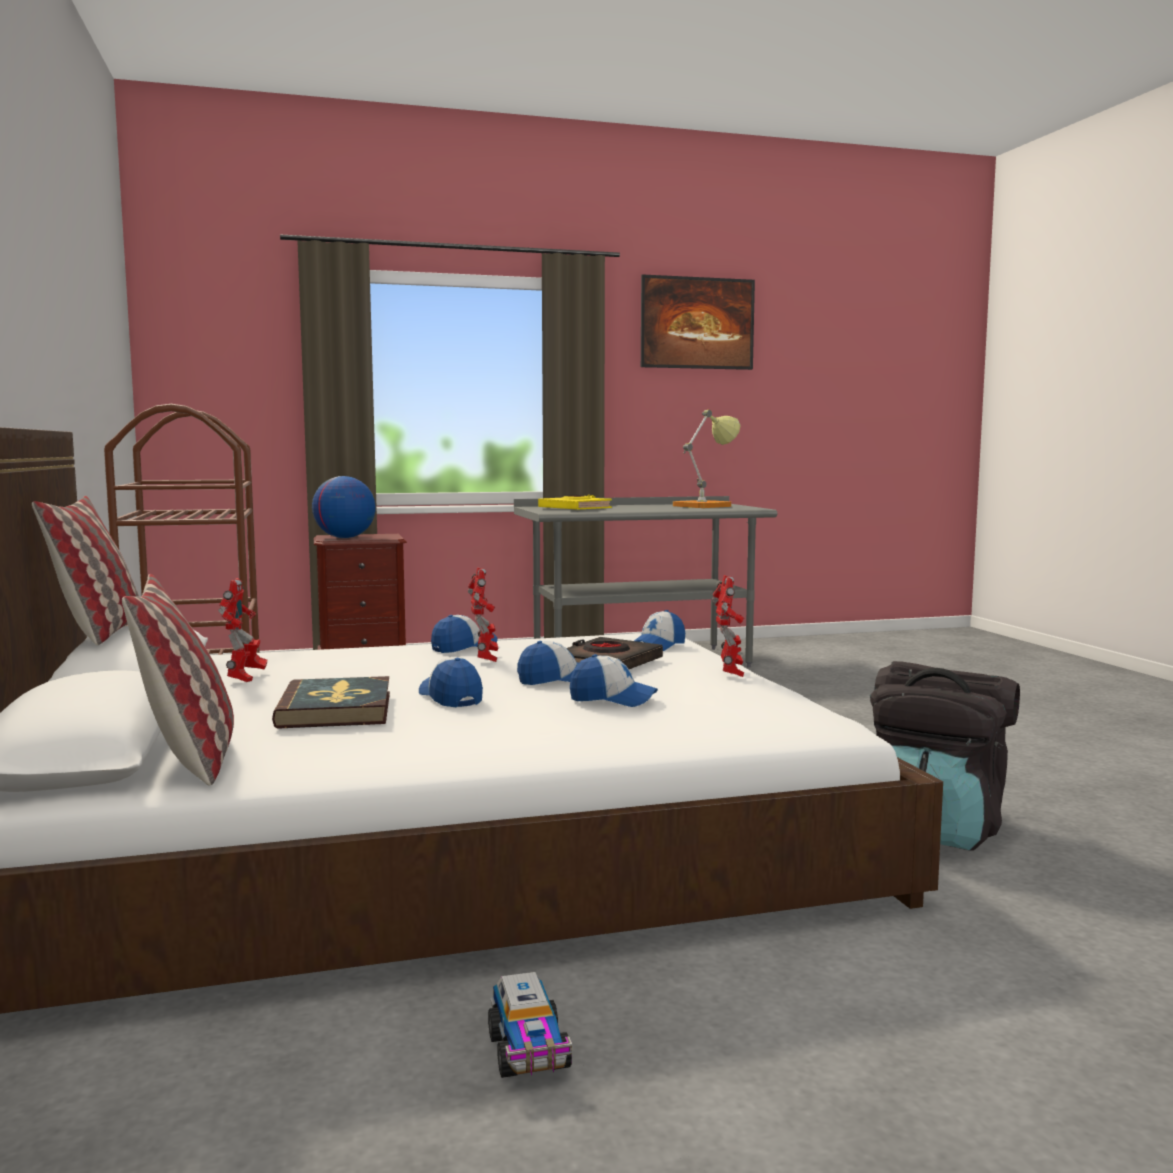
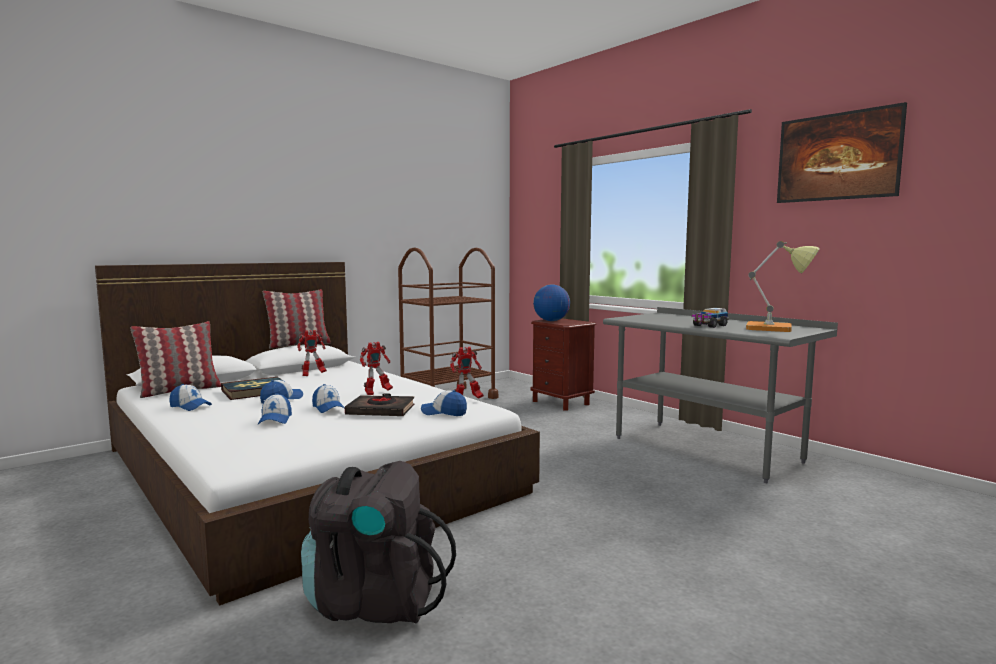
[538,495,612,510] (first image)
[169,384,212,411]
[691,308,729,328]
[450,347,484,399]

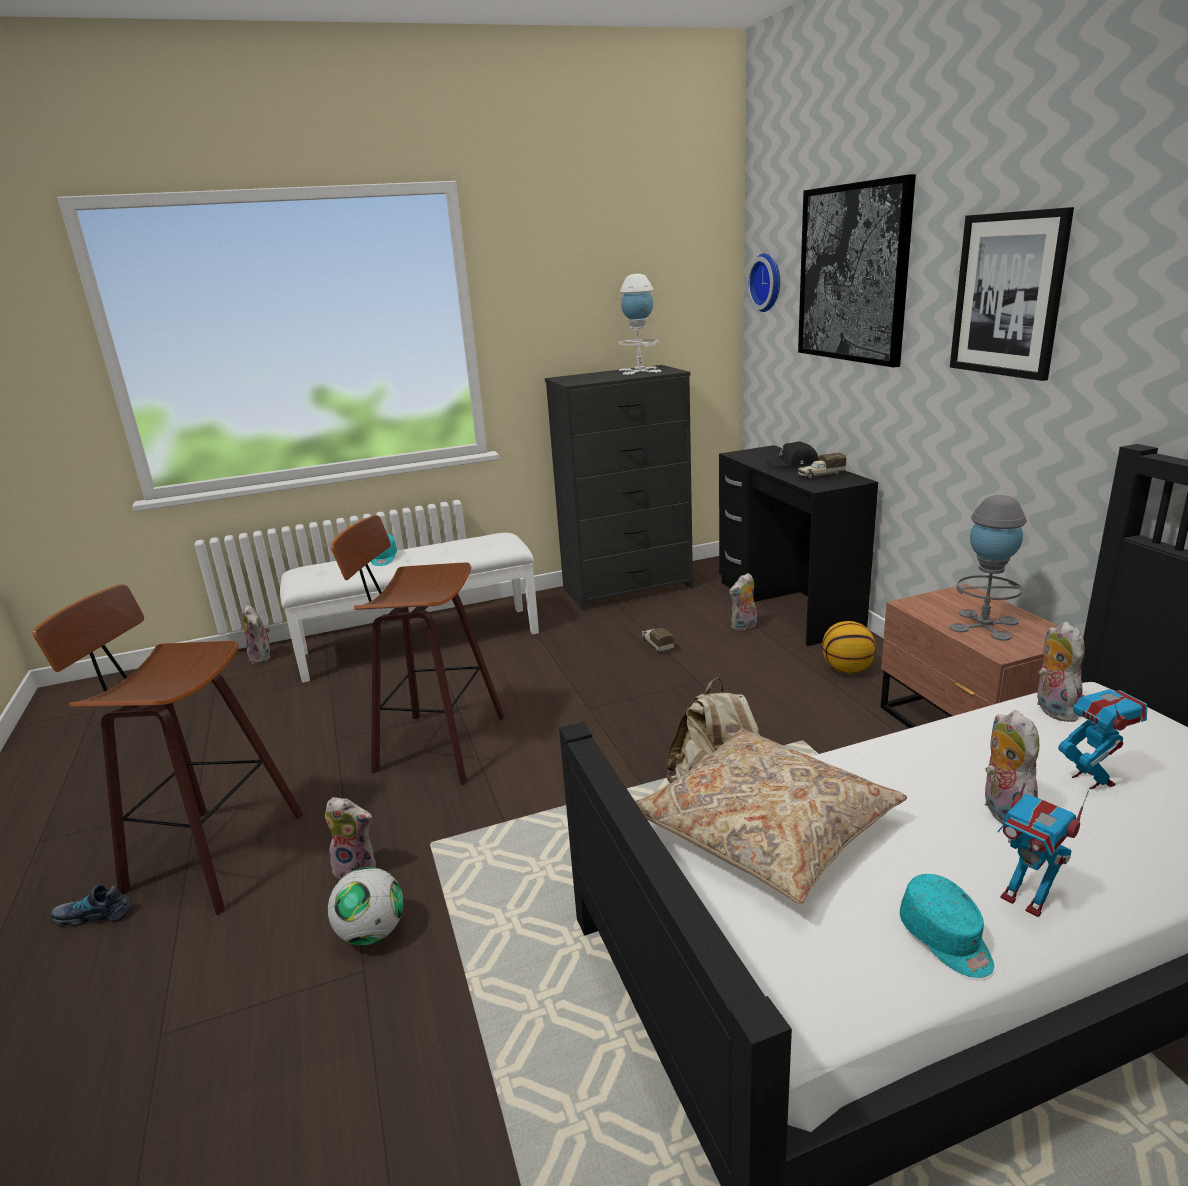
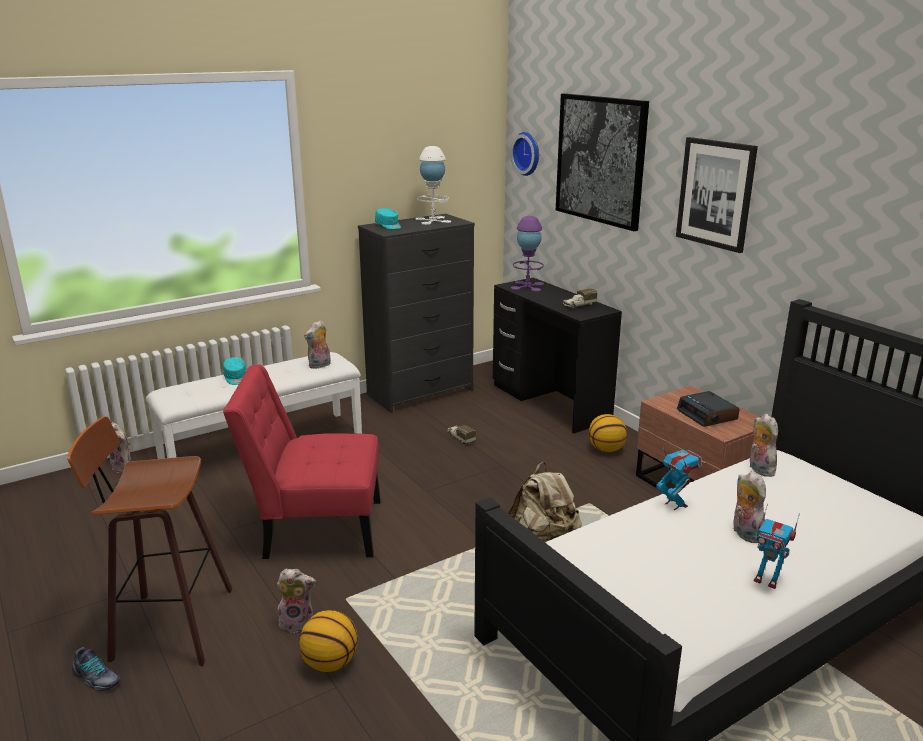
[635,729,907,904] (first image)
[766,441,818,468] (first image)
[511,216,544,291]
[304,320,331,369]
[375,208,401,229]
[656,445,702,510]
[299,610,358,672]
[223,364,381,559]
[677,391,740,427]
[72,647,121,691]

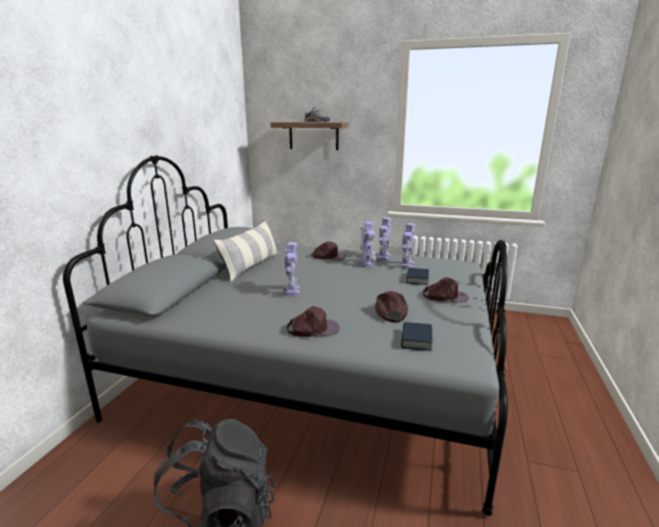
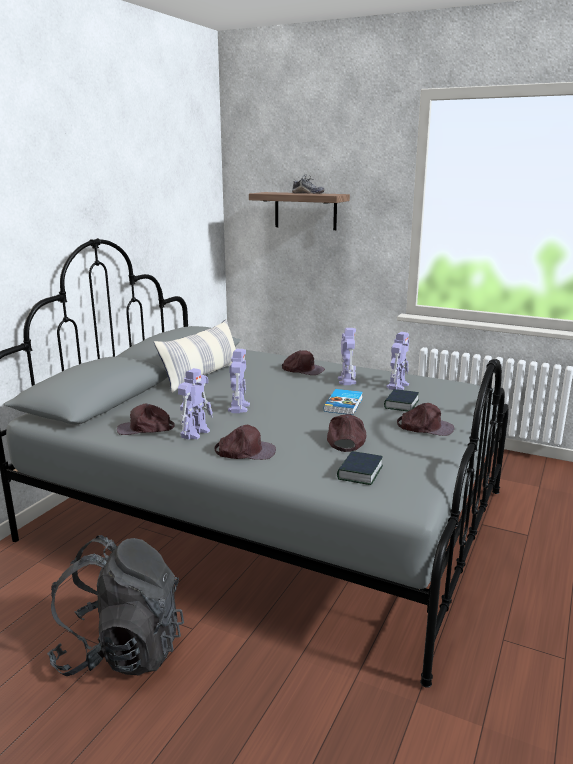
[117,403,175,435]
[324,389,363,415]
[178,368,213,439]

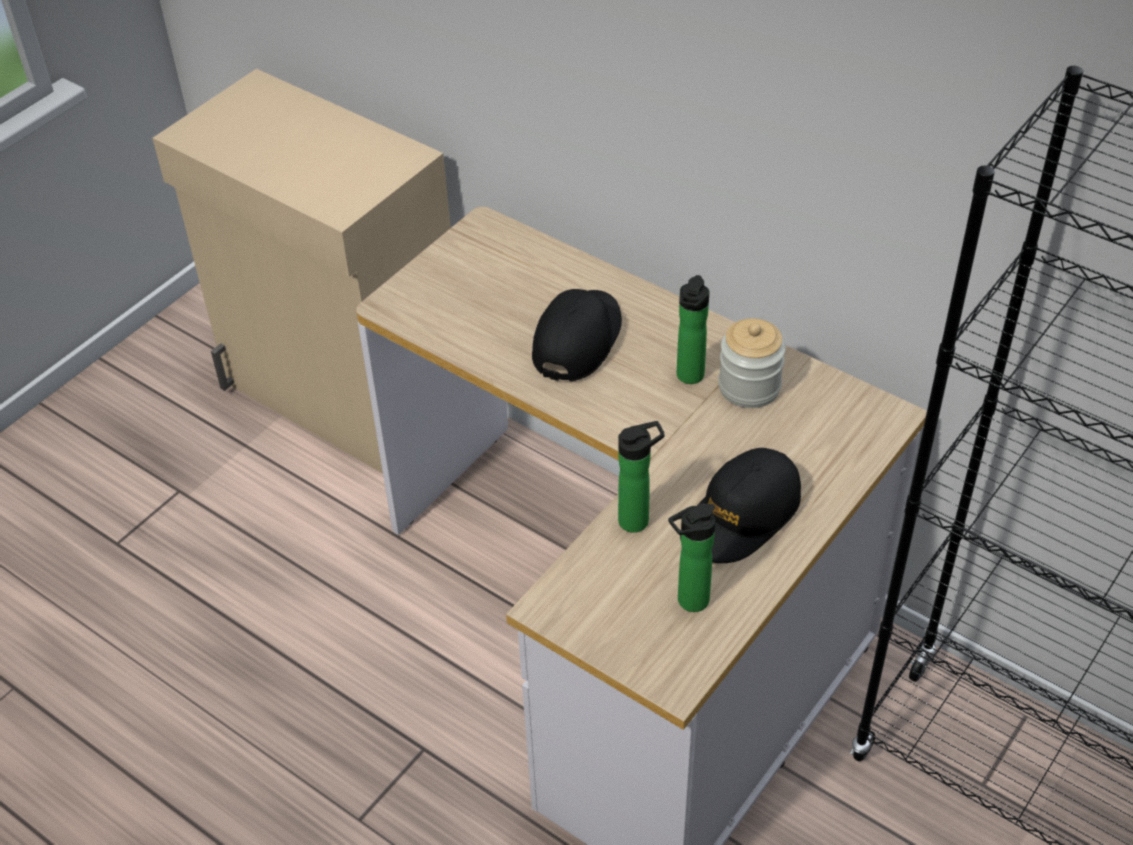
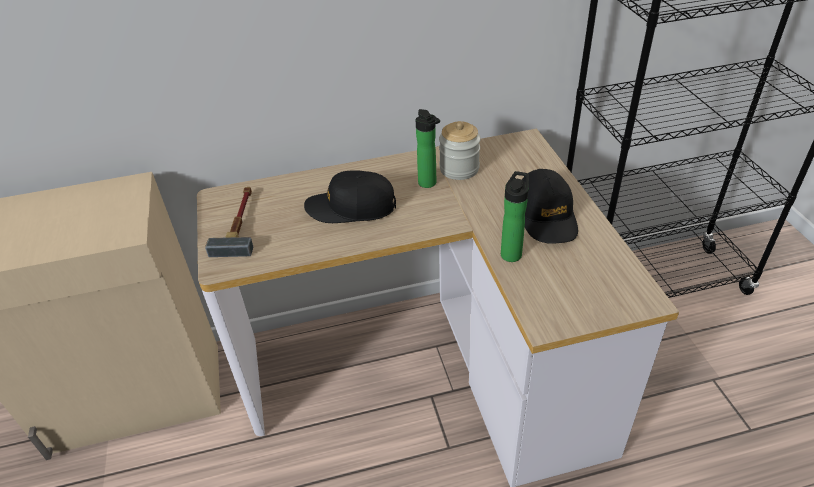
[668,503,716,612] (first image)
[205,187,253,257]
[304,171,396,223]

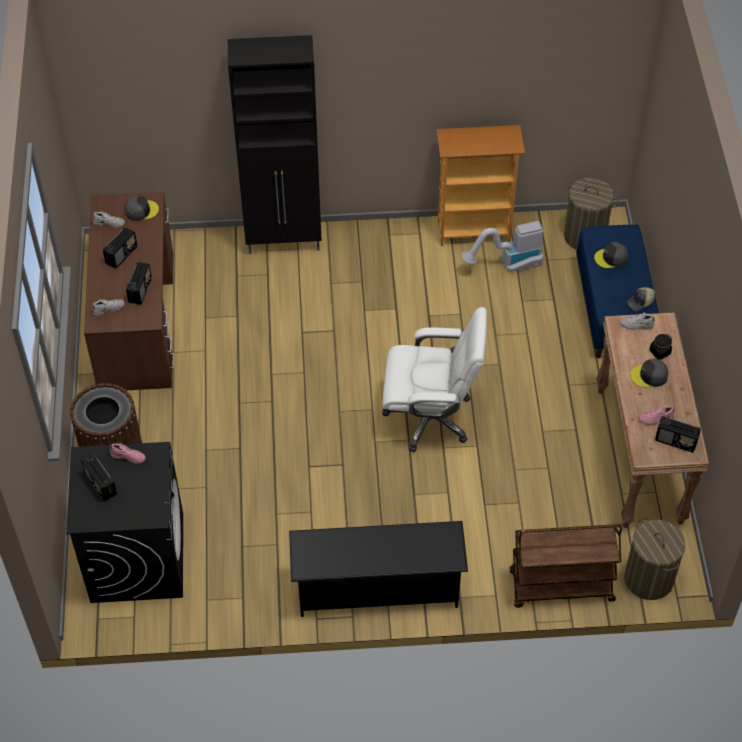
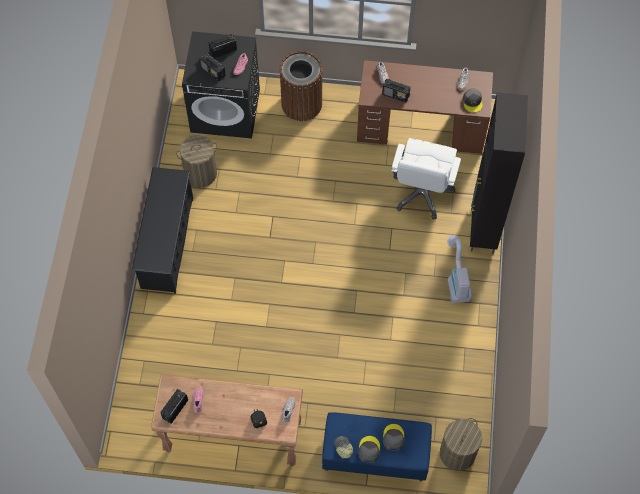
[437,125,525,246] (first image)
[509,524,622,608] (first image)
[199,53,226,82]
[391,138,461,220]
[447,235,472,303]
[176,135,218,188]
[358,436,380,463]

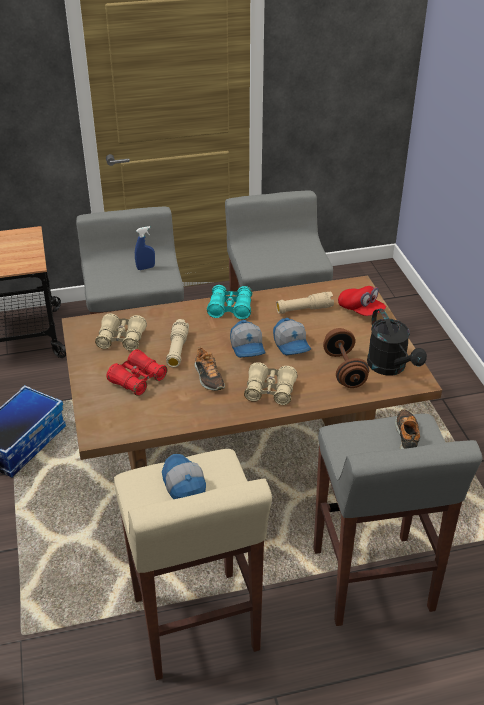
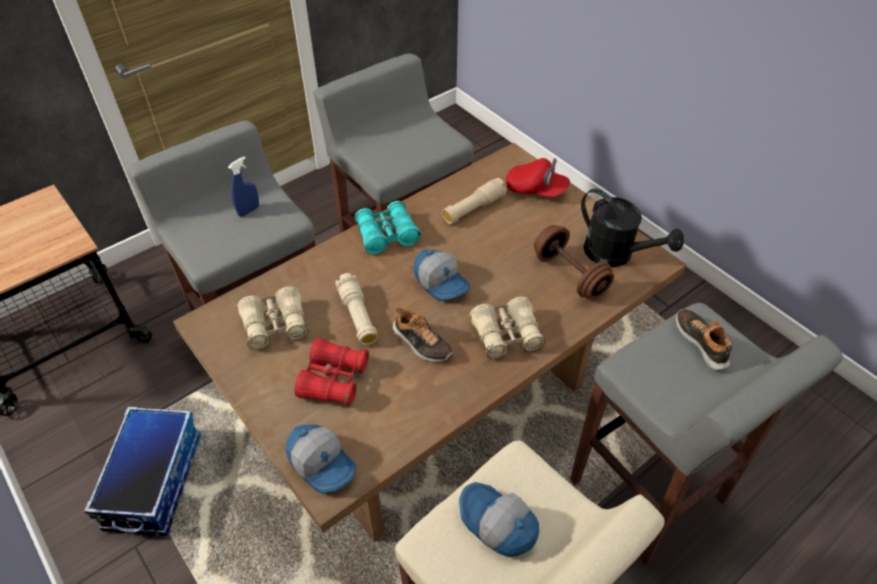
[285,425,356,494]

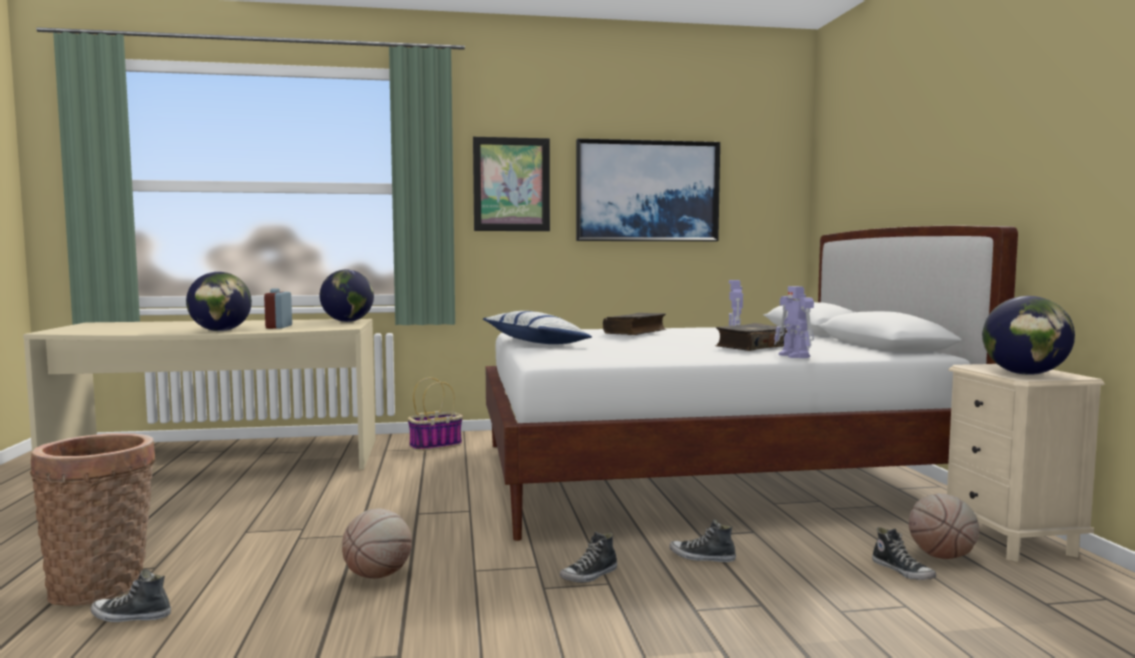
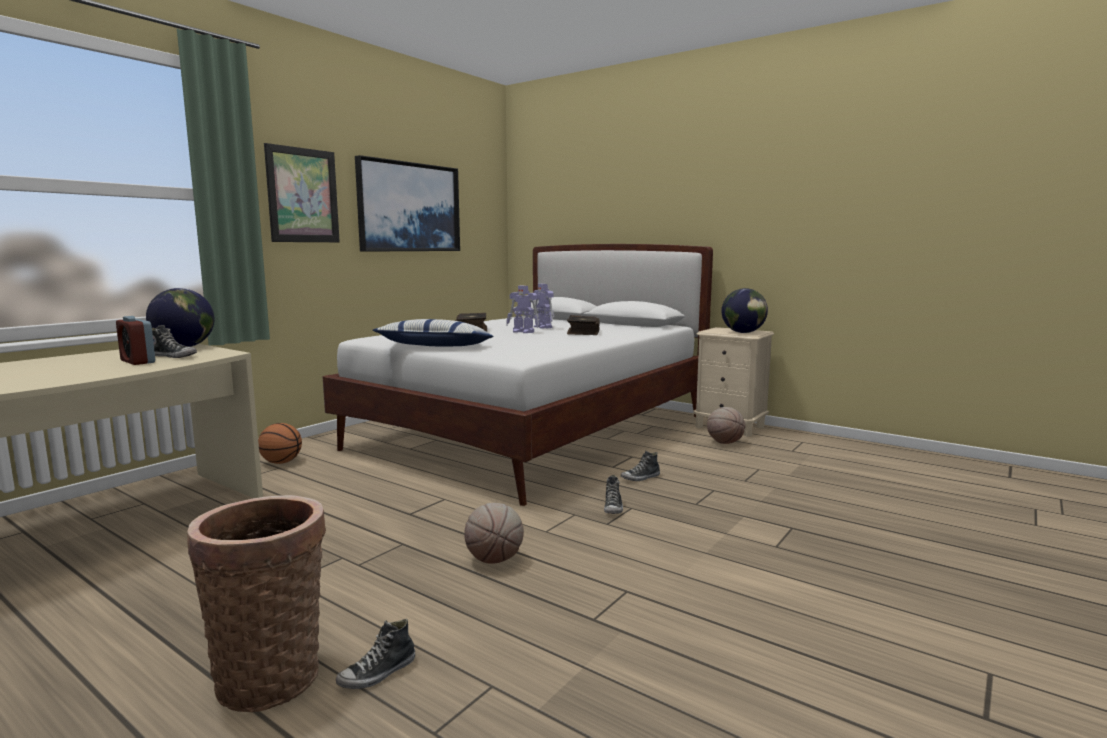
[186,272,252,331] (first image)
[506,286,539,333]
[152,325,197,358]
[258,423,302,464]

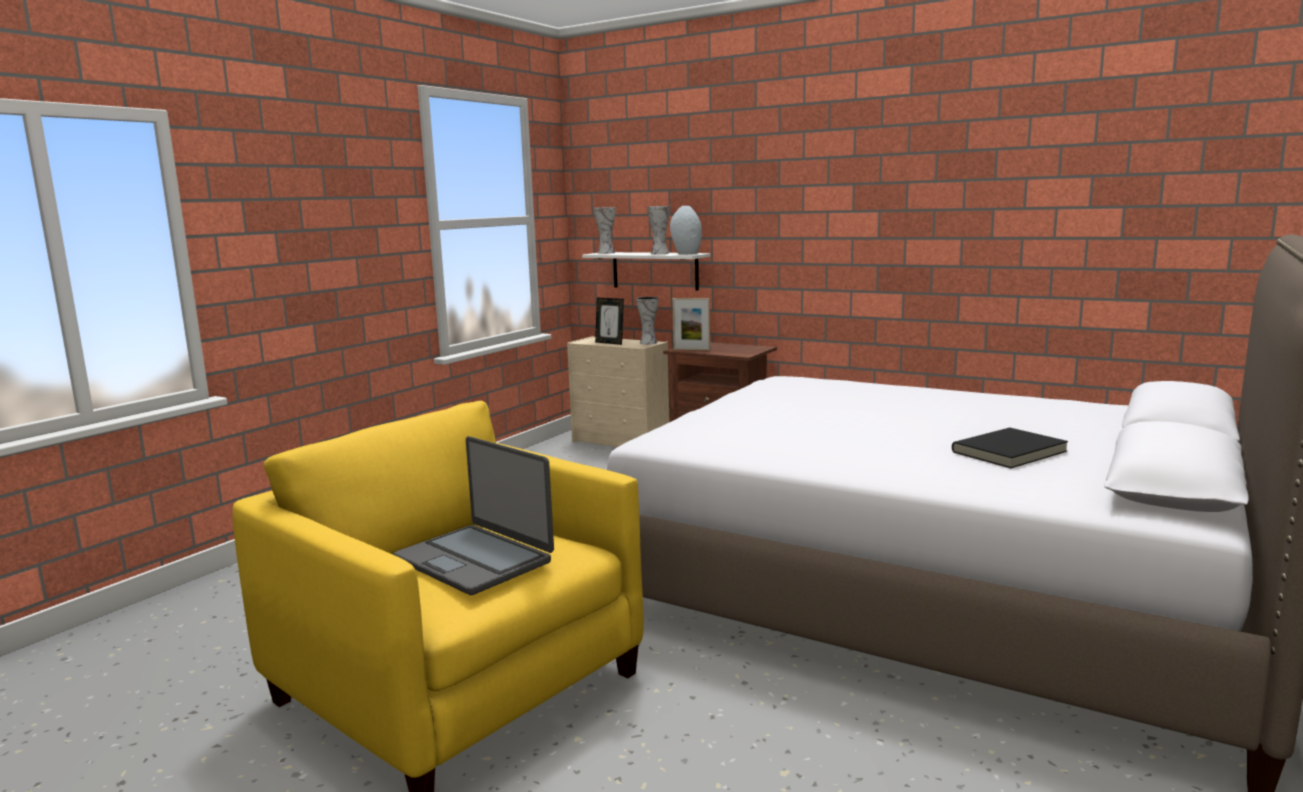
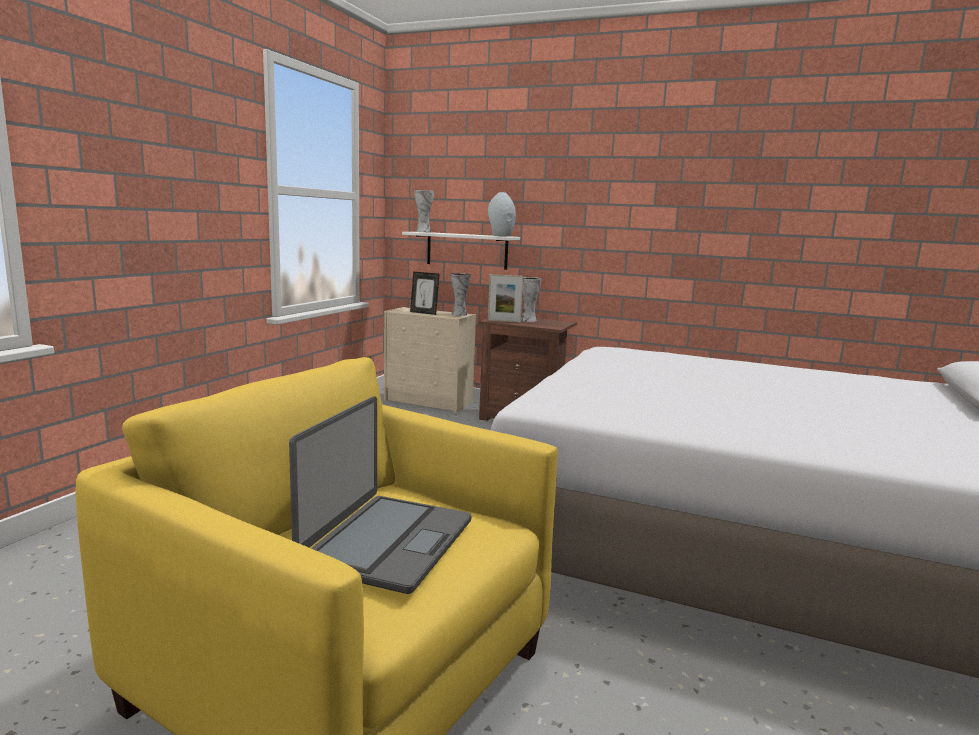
[952,428,1068,468] (first image)
[521,277,541,322]
[289,396,472,594]

